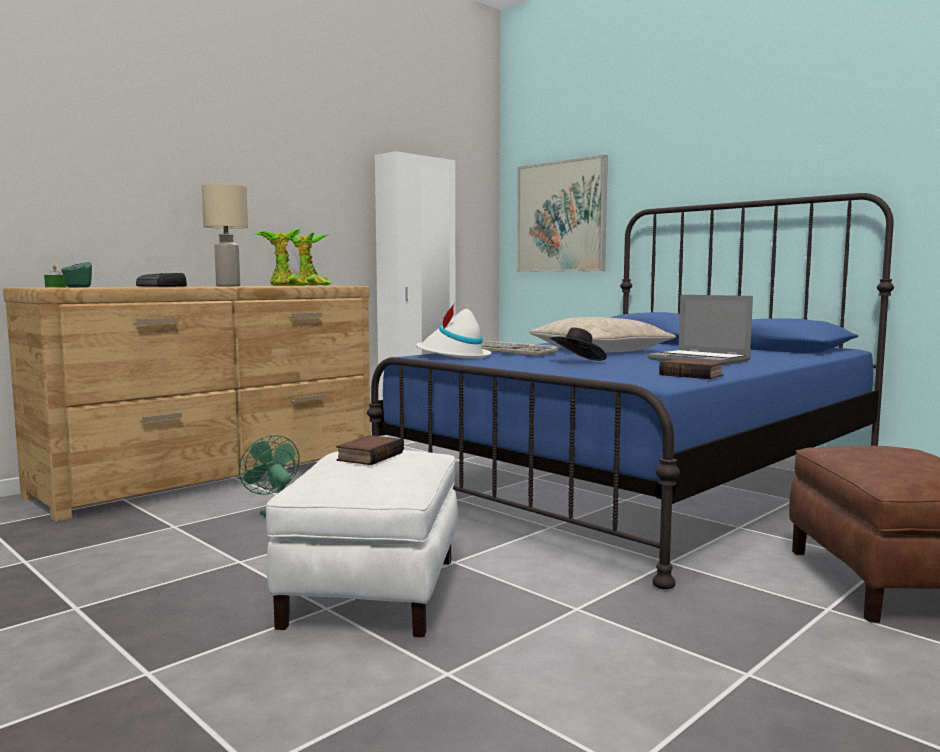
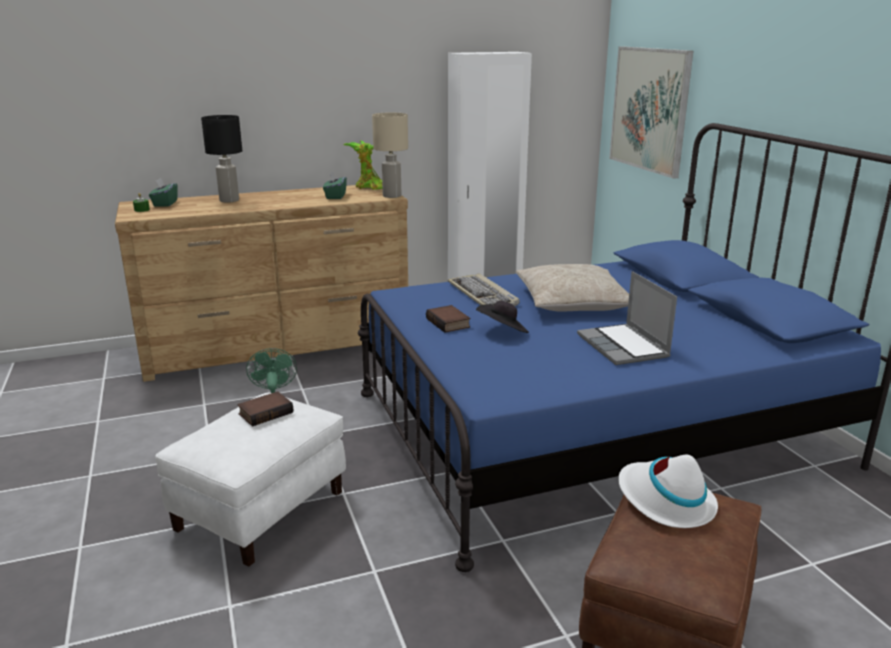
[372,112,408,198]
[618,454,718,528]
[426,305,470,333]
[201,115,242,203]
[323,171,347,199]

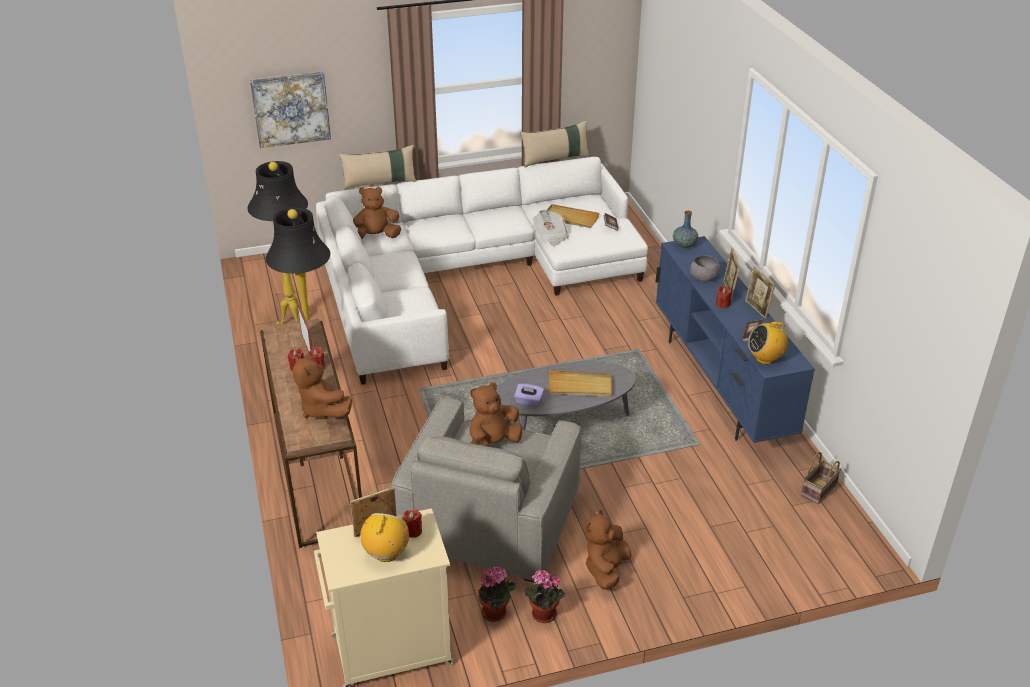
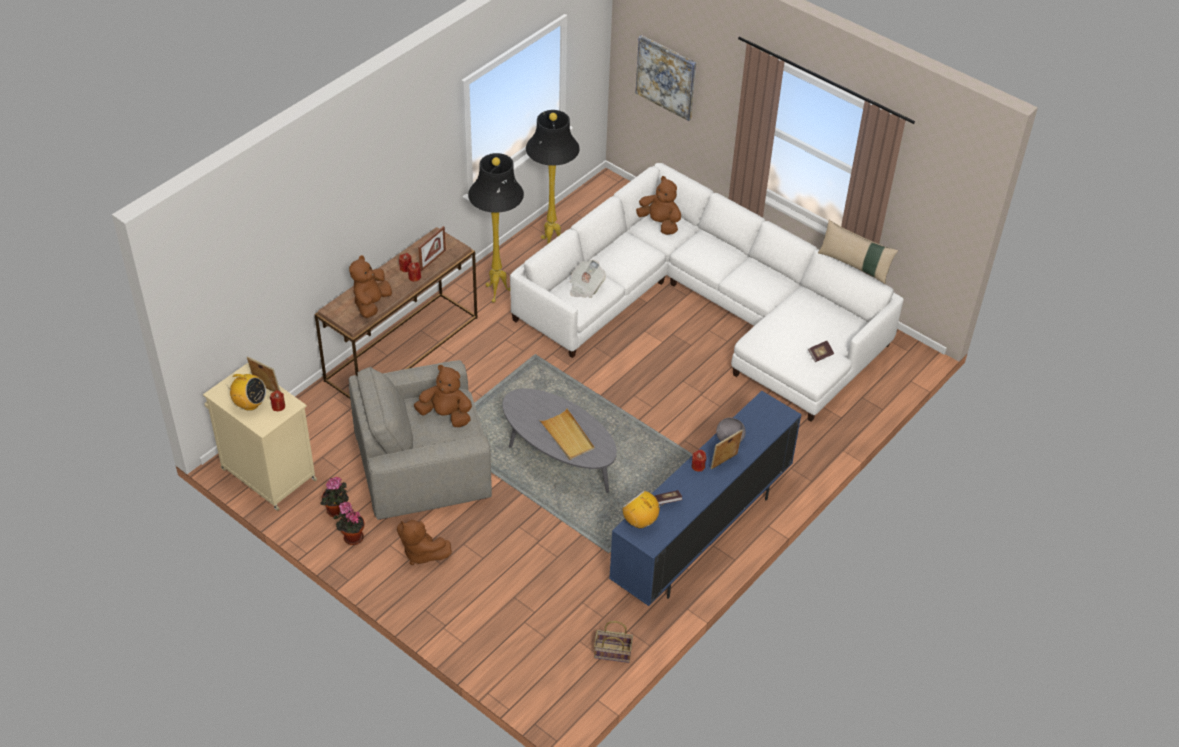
[339,145,416,190] (first image)
[514,383,544,407] (first image)
[547,204,600,228] (first image)
[673,211,698,248] (first image)
[745,266,775,319] (first image)
[570,260,606,298]
[228,374,266,411]
[397,520,452,565]

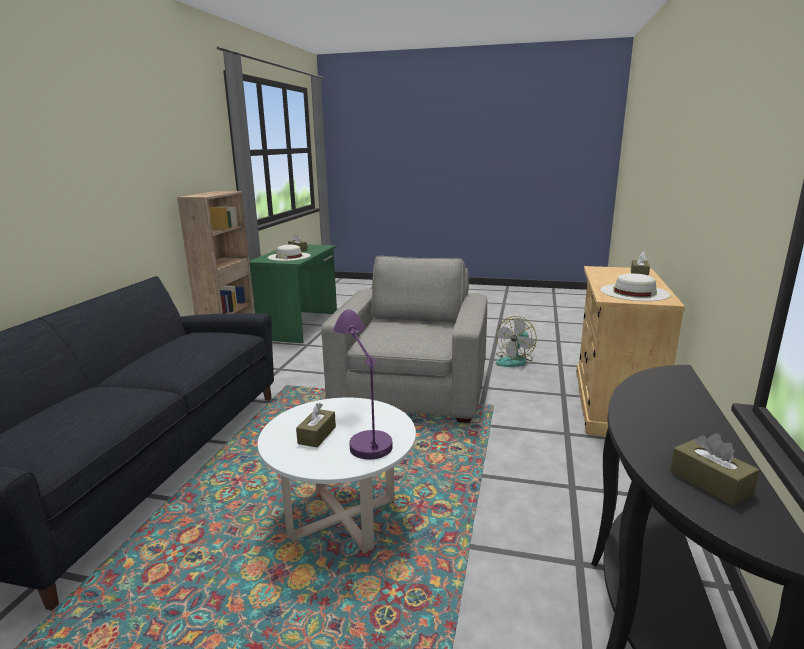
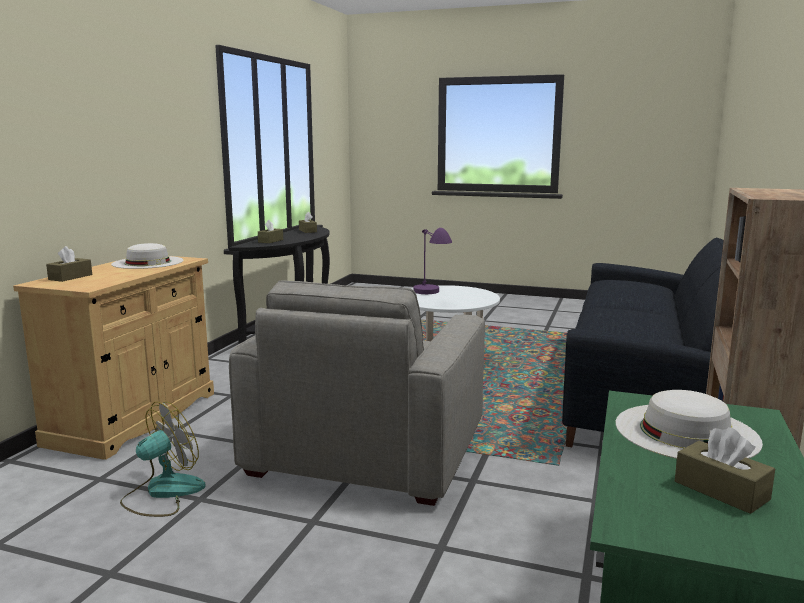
[258,220,283,243]

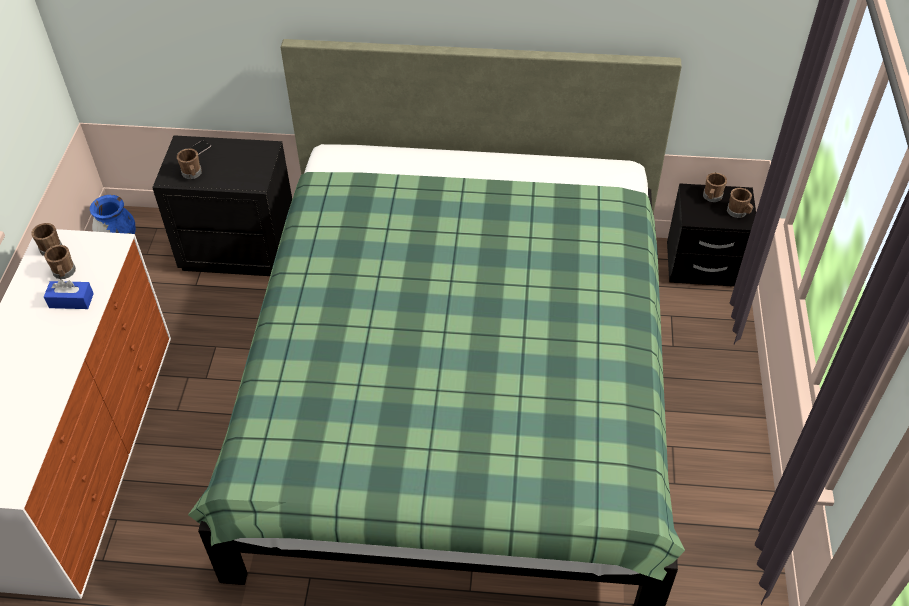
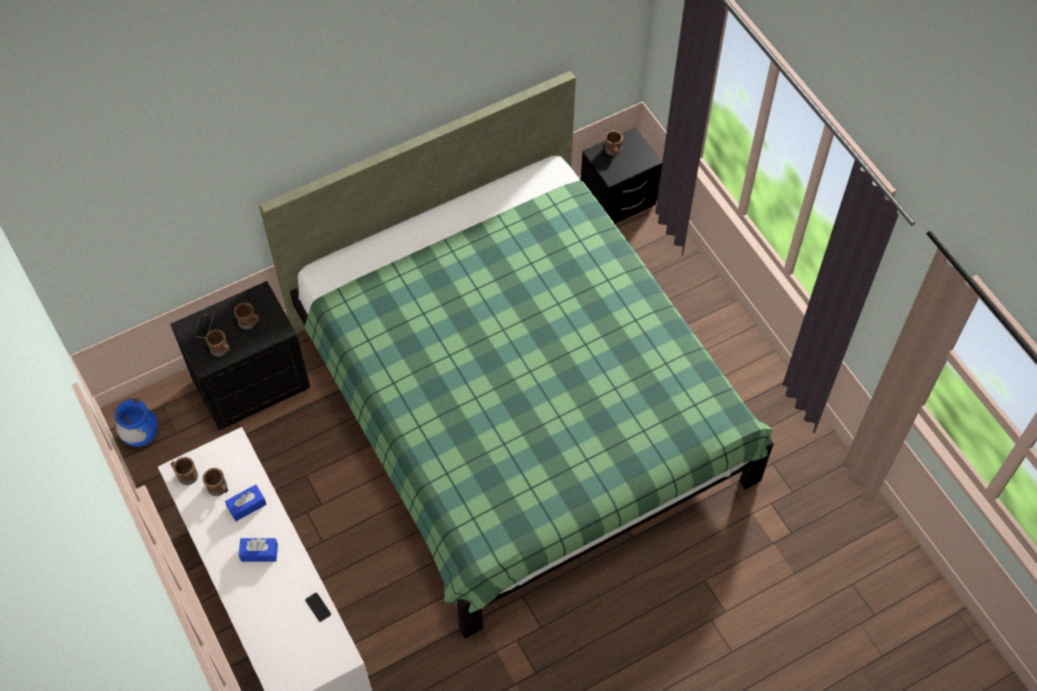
[239,538,278,562]
[305,593,331,622]
[234,302,260,329]

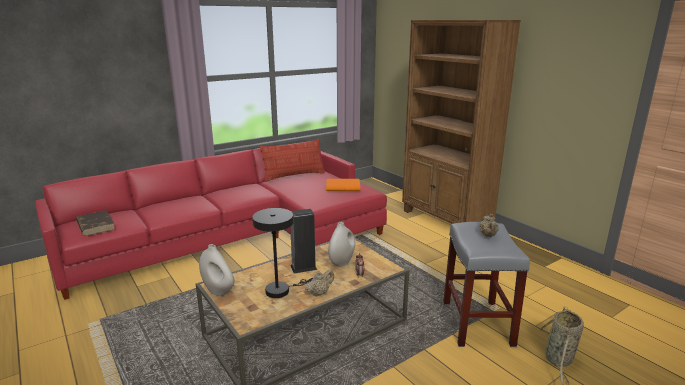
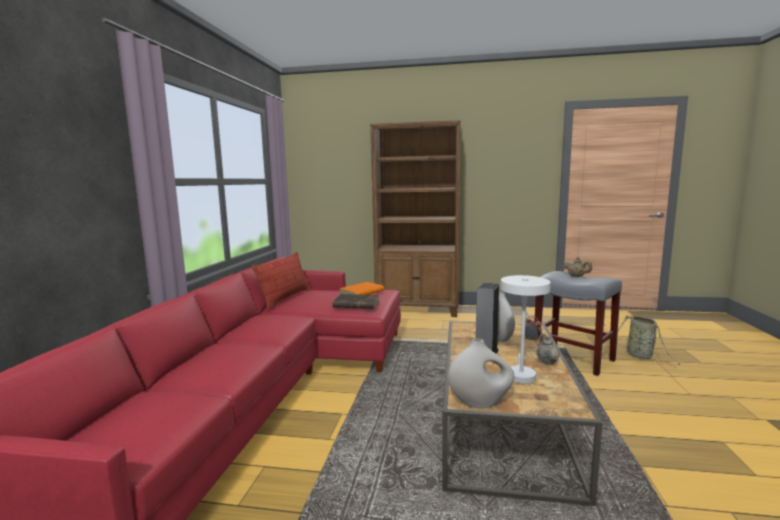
[332,294,379,309]
[501,275,551,383]

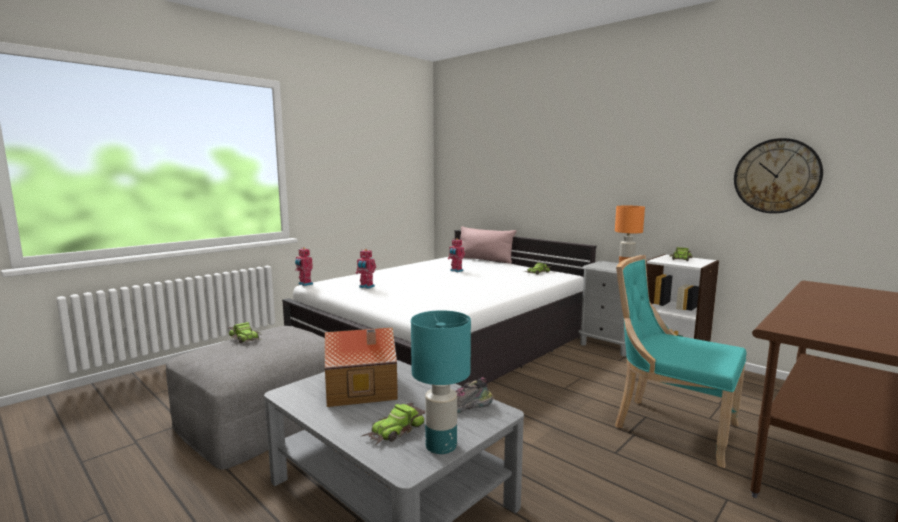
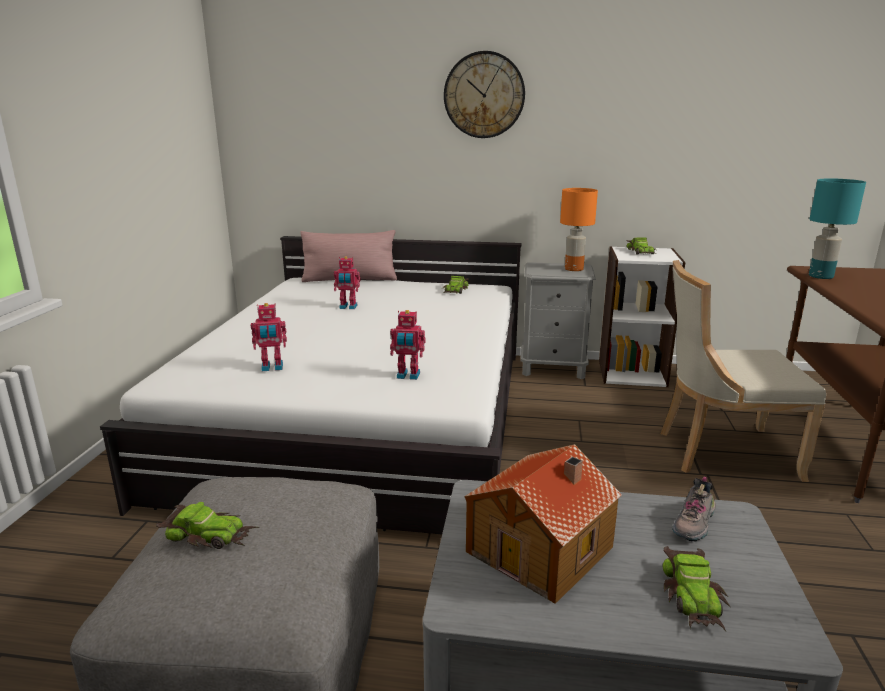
[390,310,426,380]
[809,178,866,279]
[444,51,525,138]
[661,260,826,482]

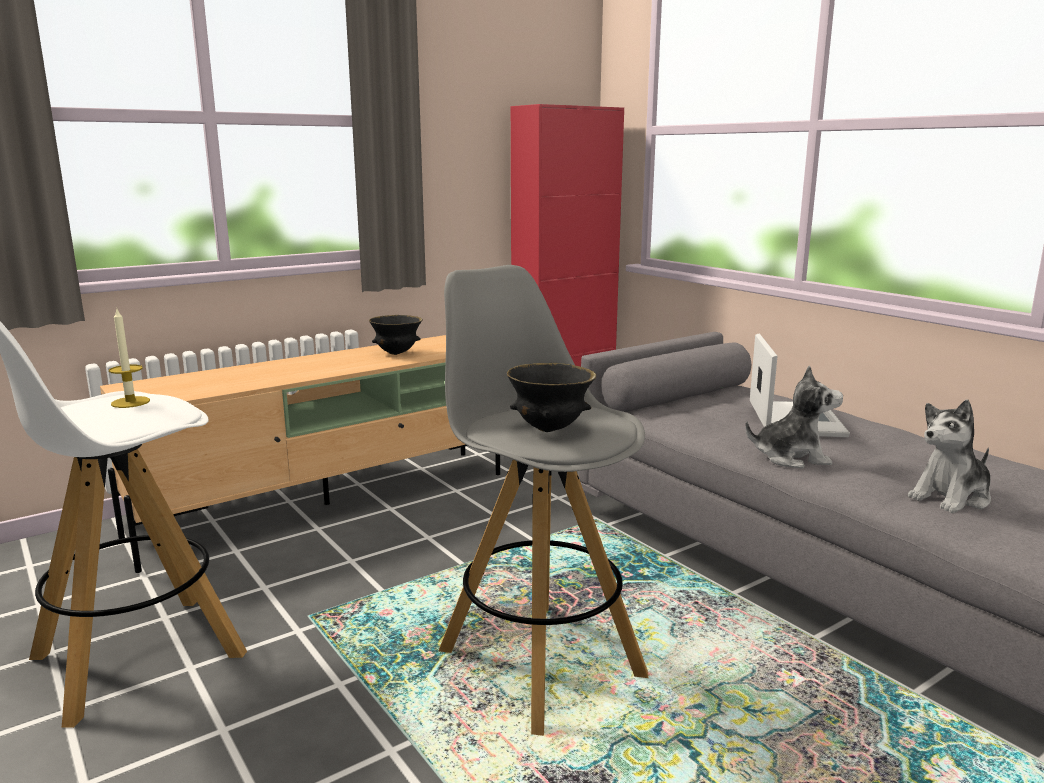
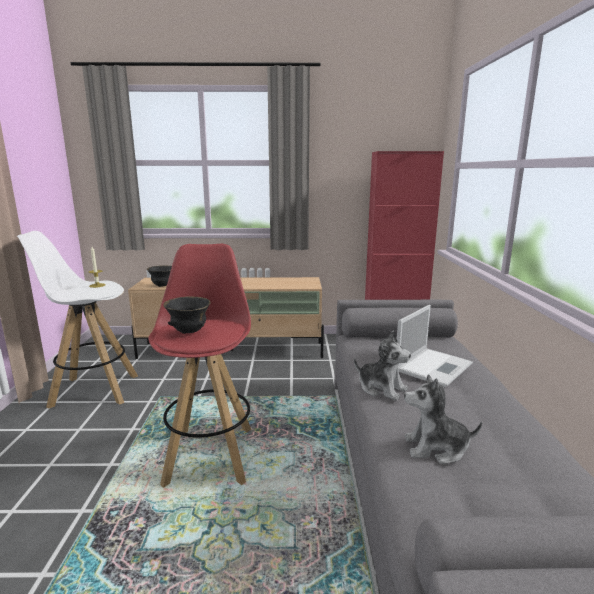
[147,265,172,287]
[148,244,251,488]

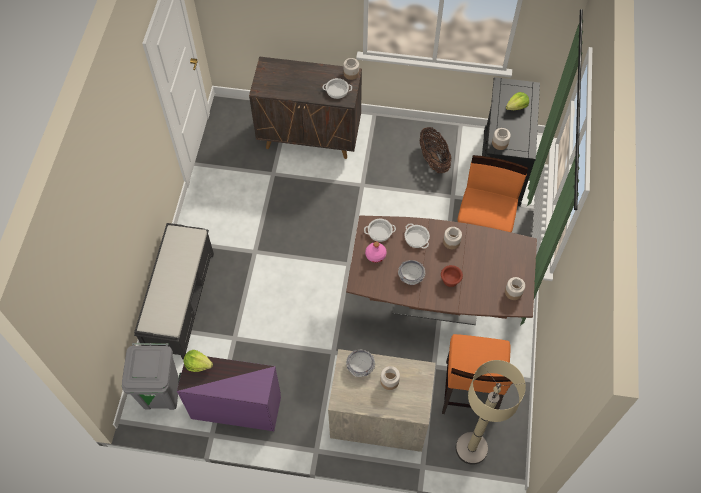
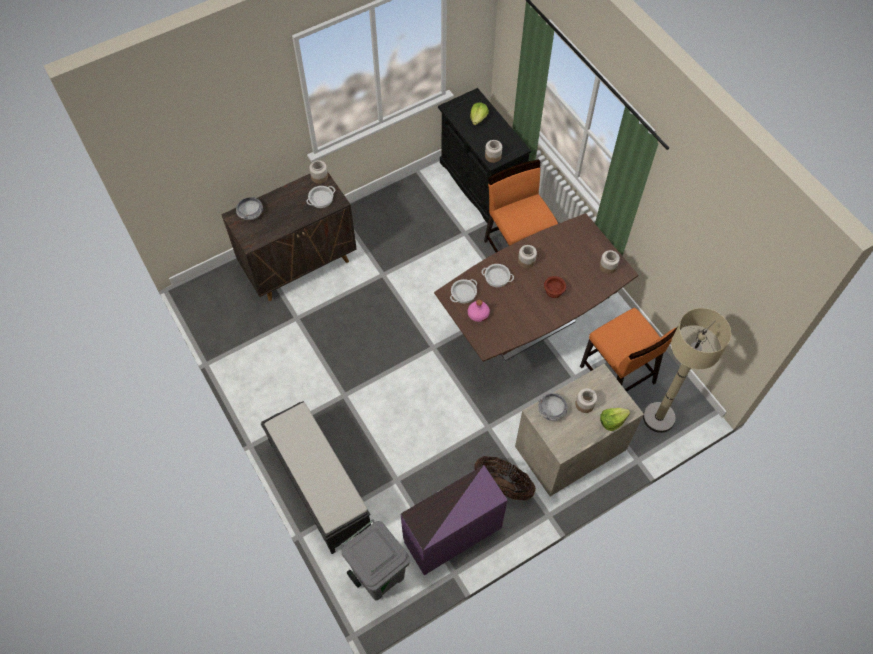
[600,408,630,431]
[236,197,263,220]
[474,456,536,501]

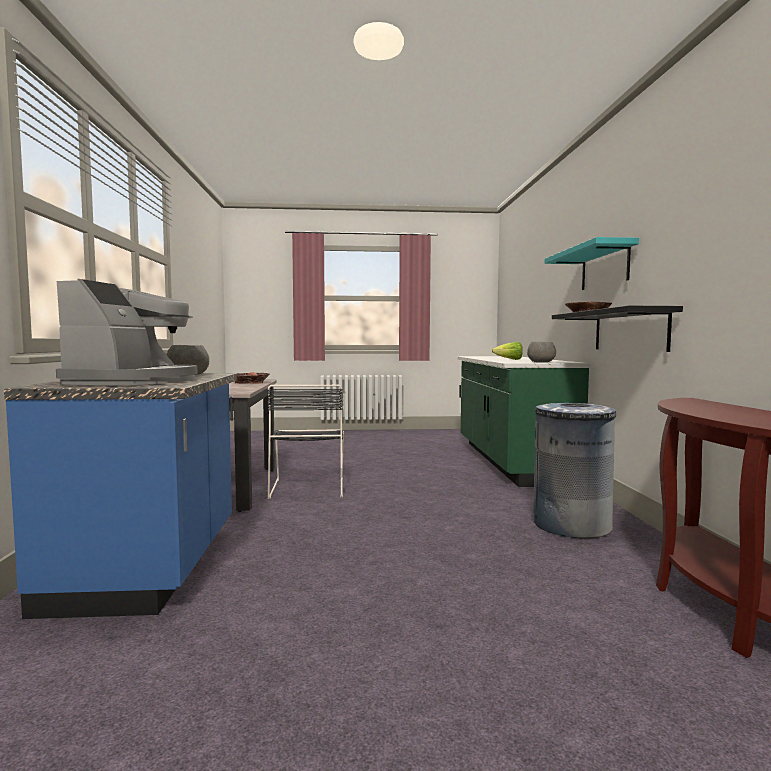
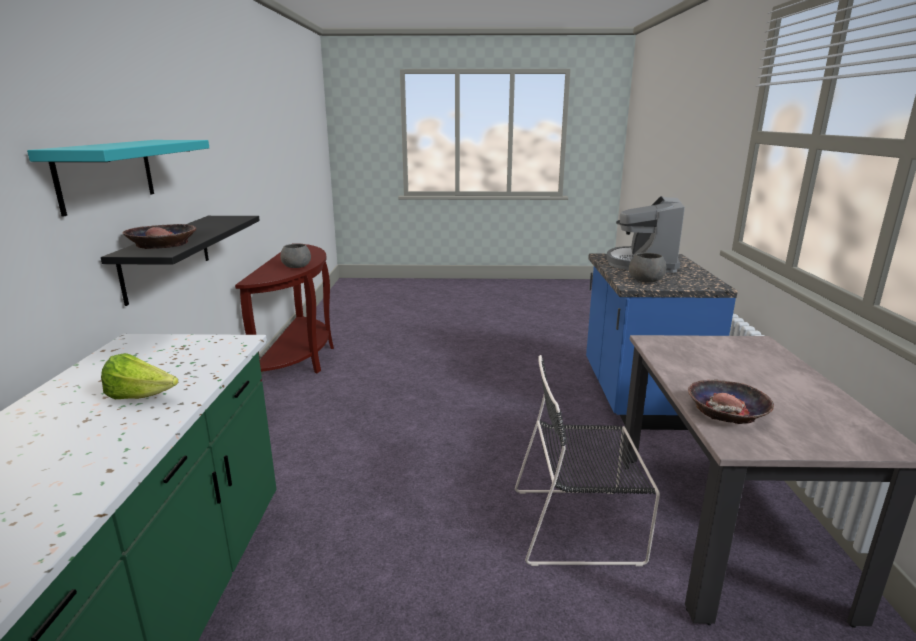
[533,403,616,538] (first image)
[280,244,311,268]
[515,355,660,566]

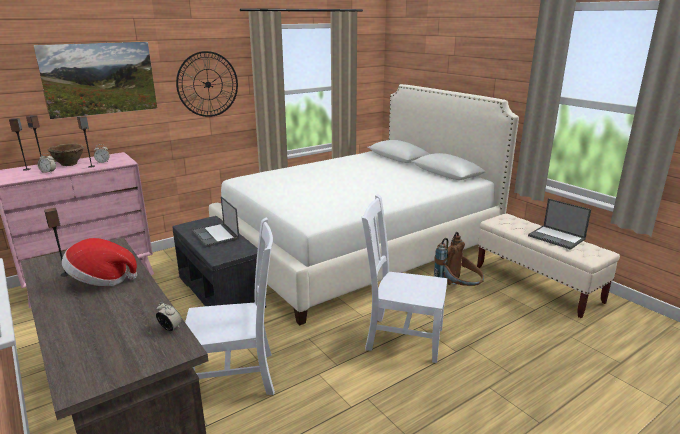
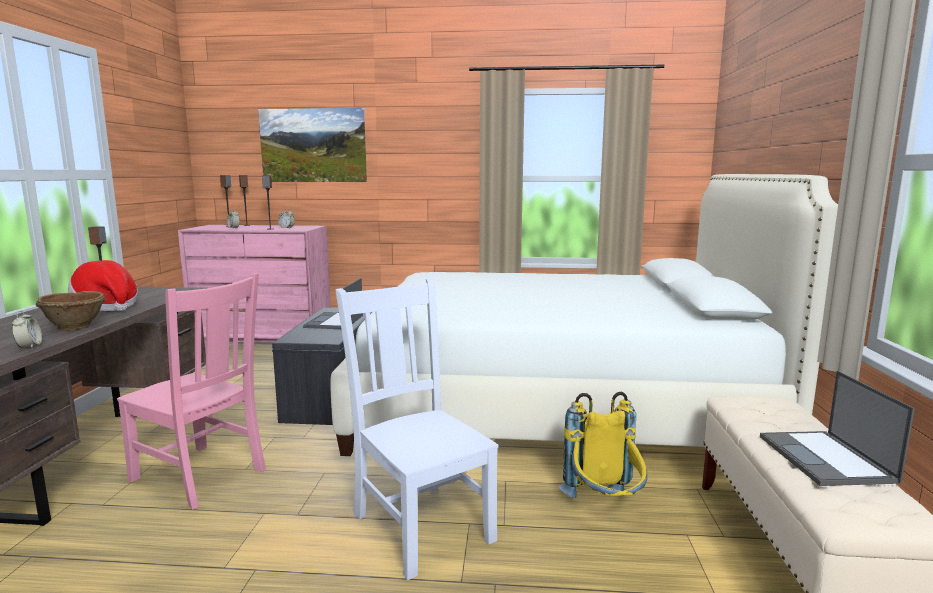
[176,51,238,117] (first image)
[36,291,107,331]
[117,273,266,510]
[559,392,647,498]

